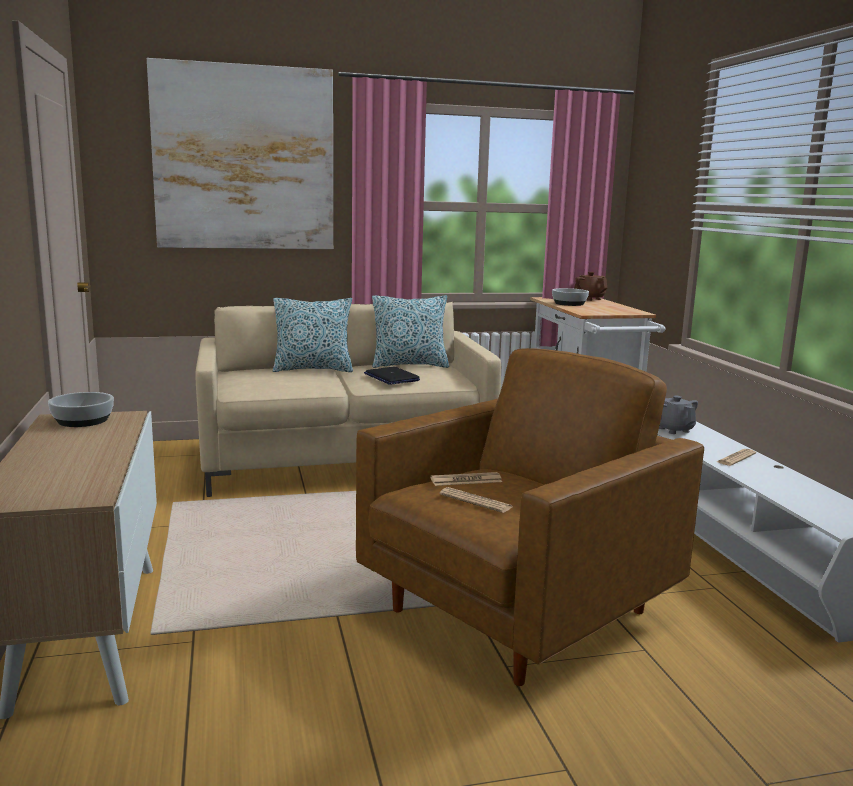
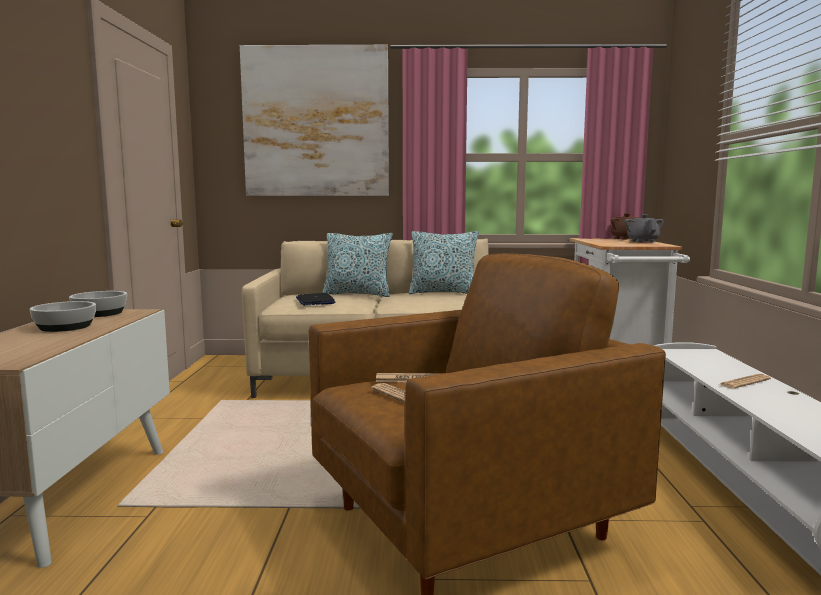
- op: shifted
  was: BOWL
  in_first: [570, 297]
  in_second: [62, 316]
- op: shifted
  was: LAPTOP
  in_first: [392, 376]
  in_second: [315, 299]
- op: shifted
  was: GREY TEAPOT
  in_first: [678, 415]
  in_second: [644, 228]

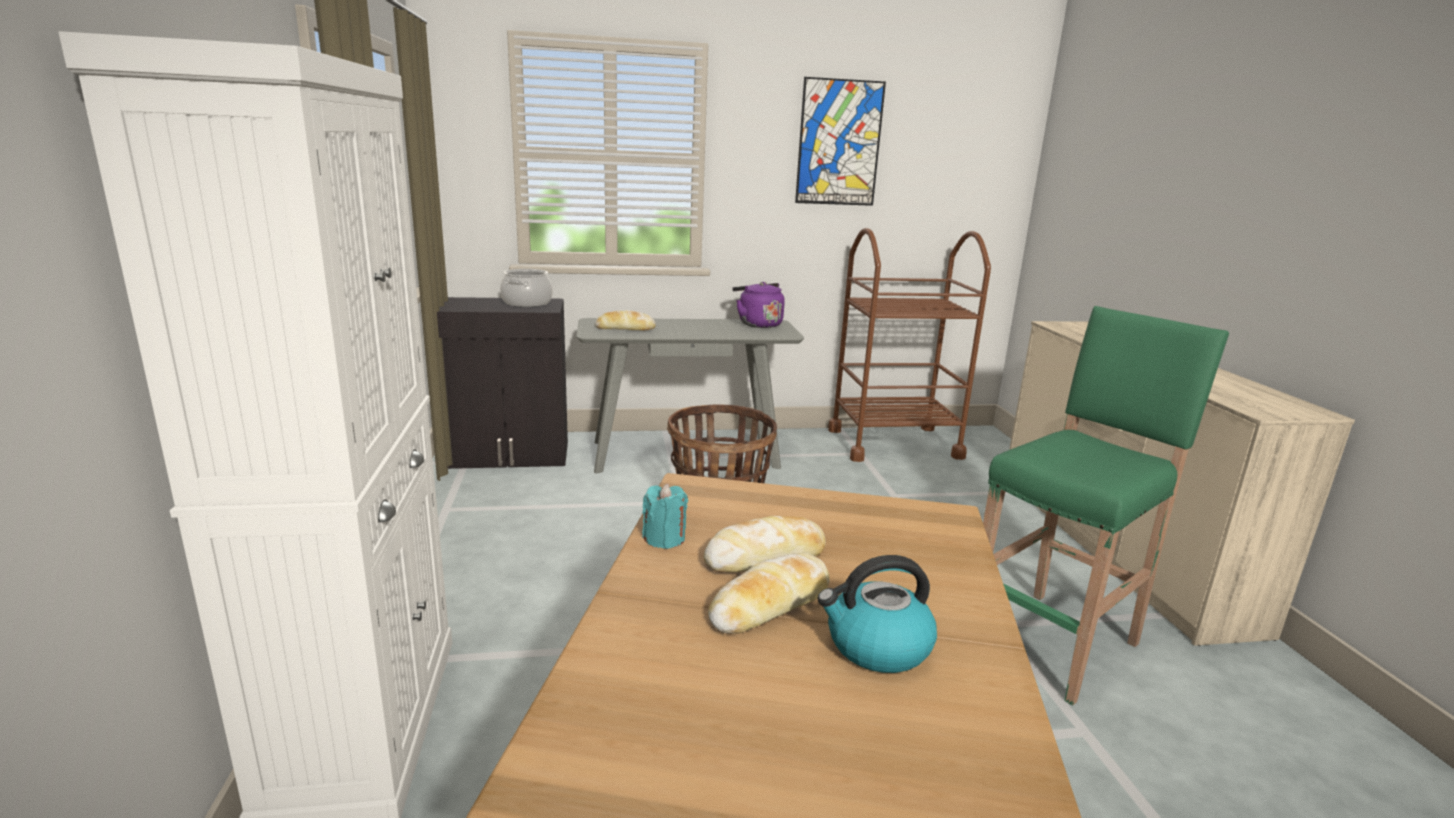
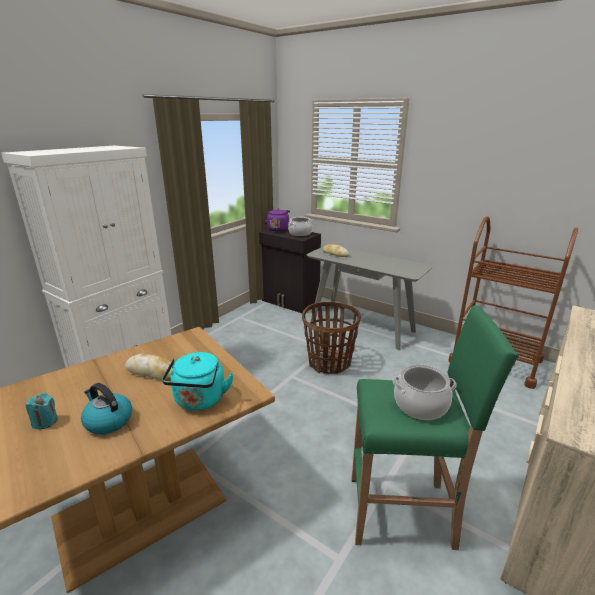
- op: shifted
  was: TURQUOISE CANDLE
  in_first: [665, 516]
  in_second: [41, 411]
- op: new
  now: TURQUOISE KETTLE
  in_second: [198, 381]
- op: shifted
  was: PURPLE KETTLE
  in_first: [758, 305]
  in_second: [277, 220]
- op: new
  now: COOKING POT
  in_second: [425, 392]
- op: gone
  was: BREAD
  in_first: [769, 593]
- op: gone
  was: PICTURE
  in_first: [840, 141]

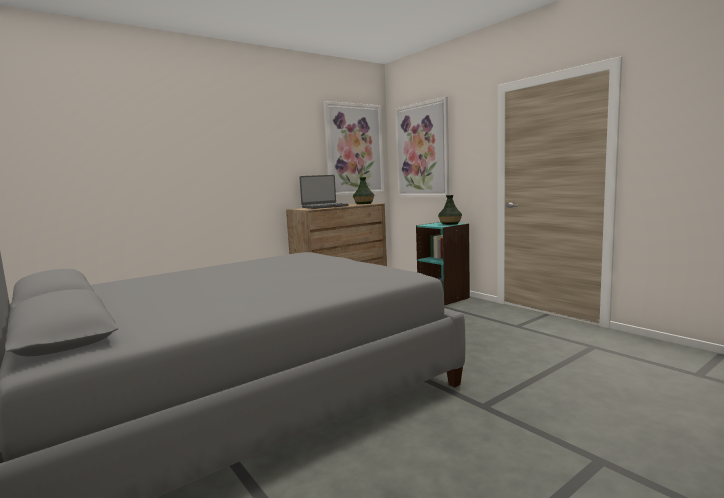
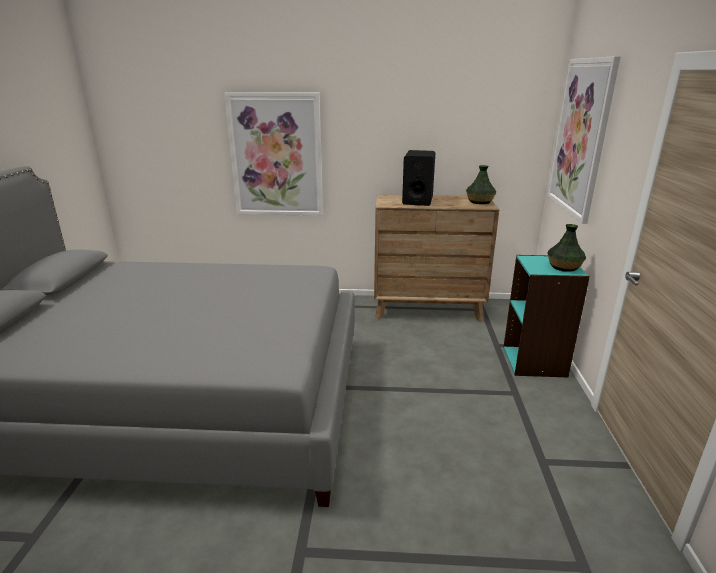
- op: shifted
  was: PICTURE
  in_first: [353, 148]
  in_second: [273, 154]
- op: swapped
  was: LAPTOP
  now: BLACK SPEAKER
  in_first: [324, 192]
  in_second: [418, 178]

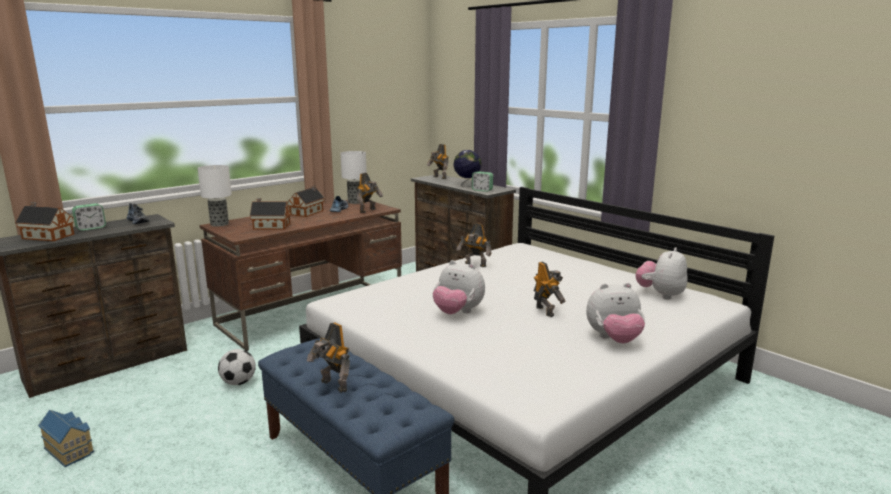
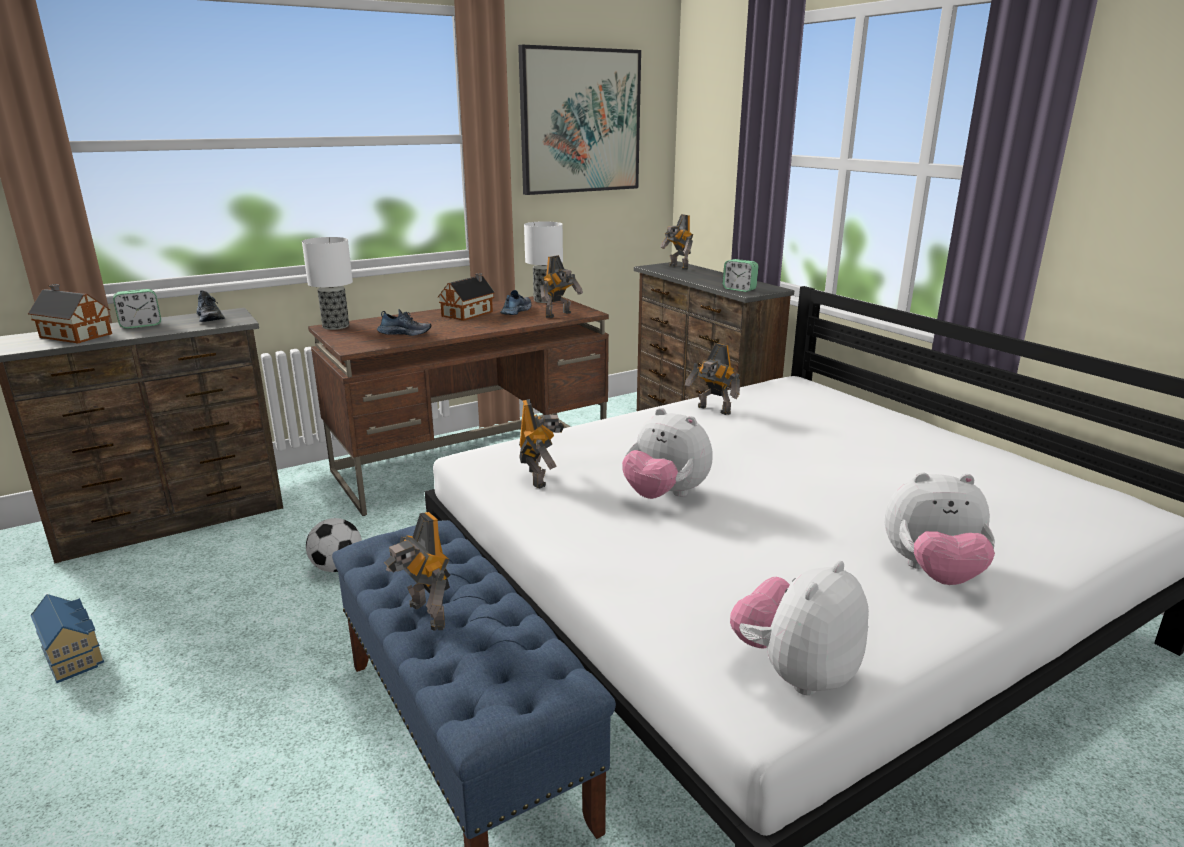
- op: swapped
  was: TOY HOUSE
  now: SHOE
  in_first: [270, 213]
  in_second: [404, 322]
- op: new
  now: PICTURE
  in_second: [579, 120]
- op: shifted
  was: TOY ROBOT
  in_first: [550, 289]
  in_second: [542, 443]
- op: shifted
  was: PLUSH TOY
  in_first: [661, 273]
  in_second: [799, 628]
- op: gone
  was: GLOBE
  in_first: [467, 168]

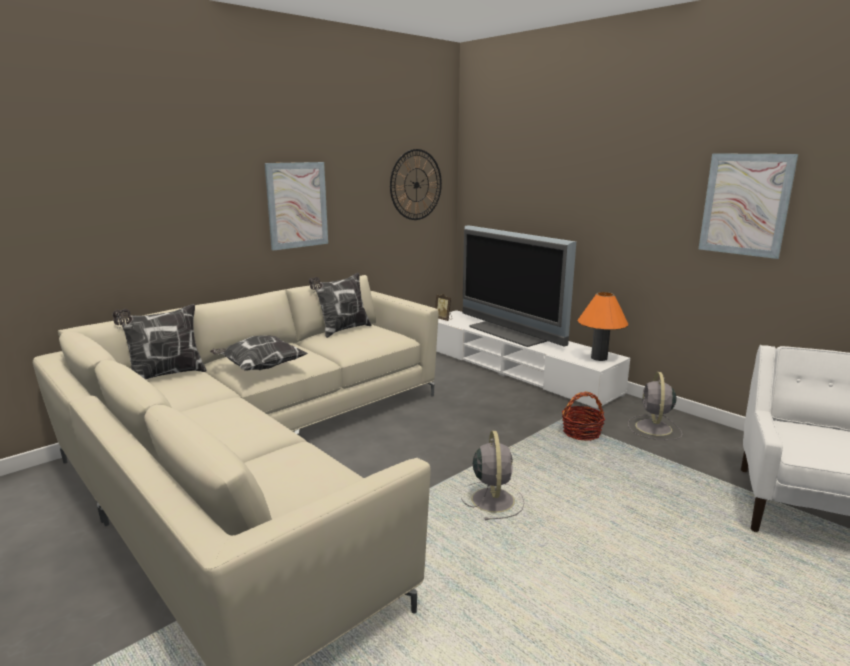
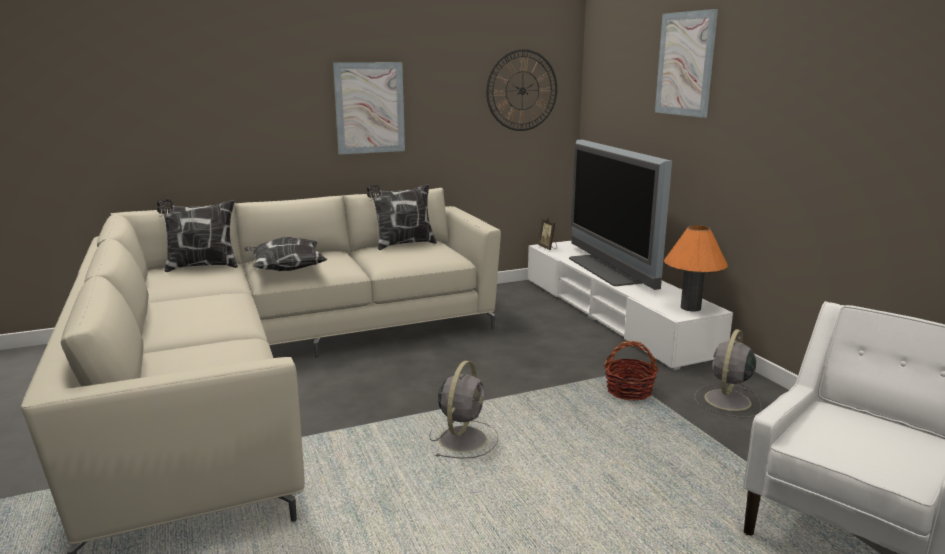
- op: shifted
  was: PICTURE
  in_first: [748, 206]
  in_second: [686, 63]

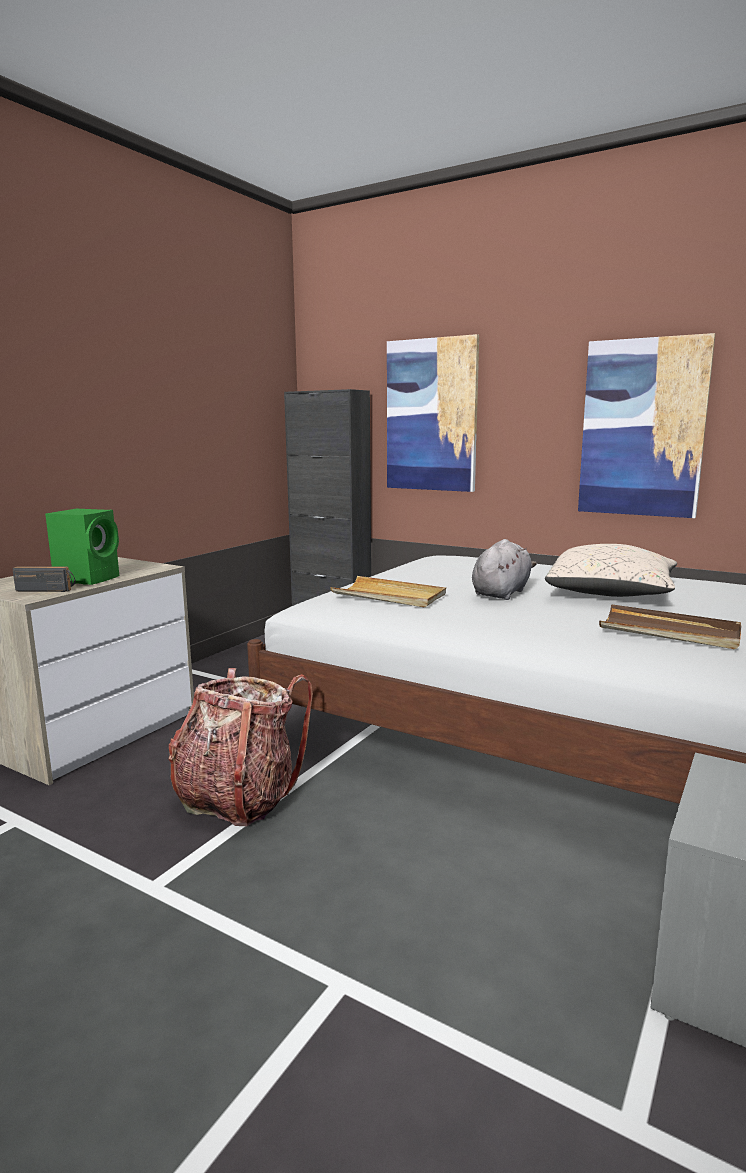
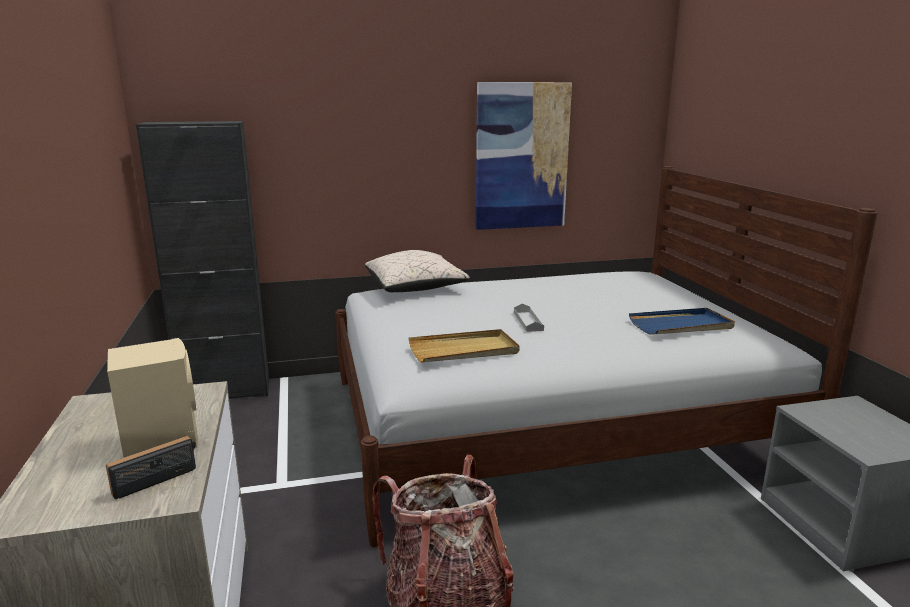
- op: repainted
  was: GREEN SPEAKER
  now: BEIGE SPEAKER
  in_first: [82, 547]
  in_second: [152, 397]
- op: shifted
  was: BEIGE PILLOW
  in_first: [611, 570]
  in_second: [417, 271]
- op: swapped
  was: GREY PLUSH TOY
  now: GREY TRAY
  in_first: [504, 569]
  in_second: [529, 318]
- op: repainted
  was: BROWN TRAY
  now: BLUE TRAY
  in_first: [670, 626]
  in_second: [682, 321]
- op: gone
  was: PICTURE
  in_first: [433, 413]

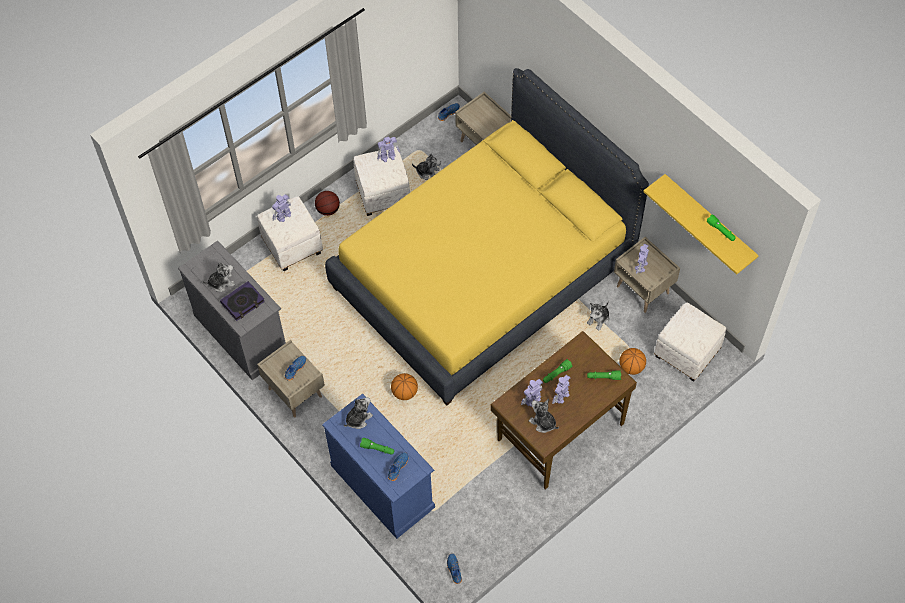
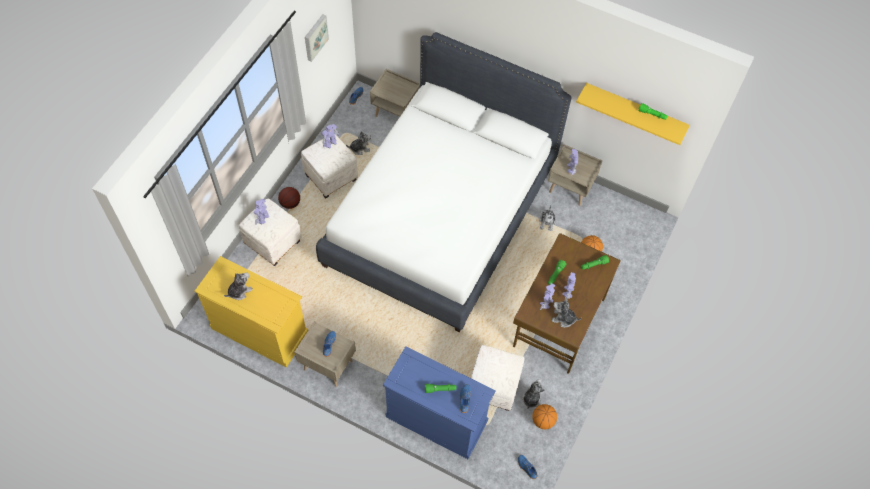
- op: repainted
  was: GREY DRESSER
  now: YELLOW DRESSER
  in_first: [232, 310]
  in_second: [251, 312]
- op: new
  now: PICTURE
  in_second: [317, 38]
- op: repainted
  was: YELLOW BED
  now: WHITE BED
  in_first: [487, 236]
  in_second: [444, 182]
- op: shifted
  was: WHITE OTTOMAN
  in_first: [690, 342]
  in_second: [498, 378]
- op: shifted
  was: PLUSH TOY
  in_first: [358, 413]
  in_second: [533, 394]
- op: shifted
  was: BASKETBALL
  in_first: [404, 386]
  in_second: [544, 416]
- op: gone
  was: BOOK
  in_first: [242, 301]

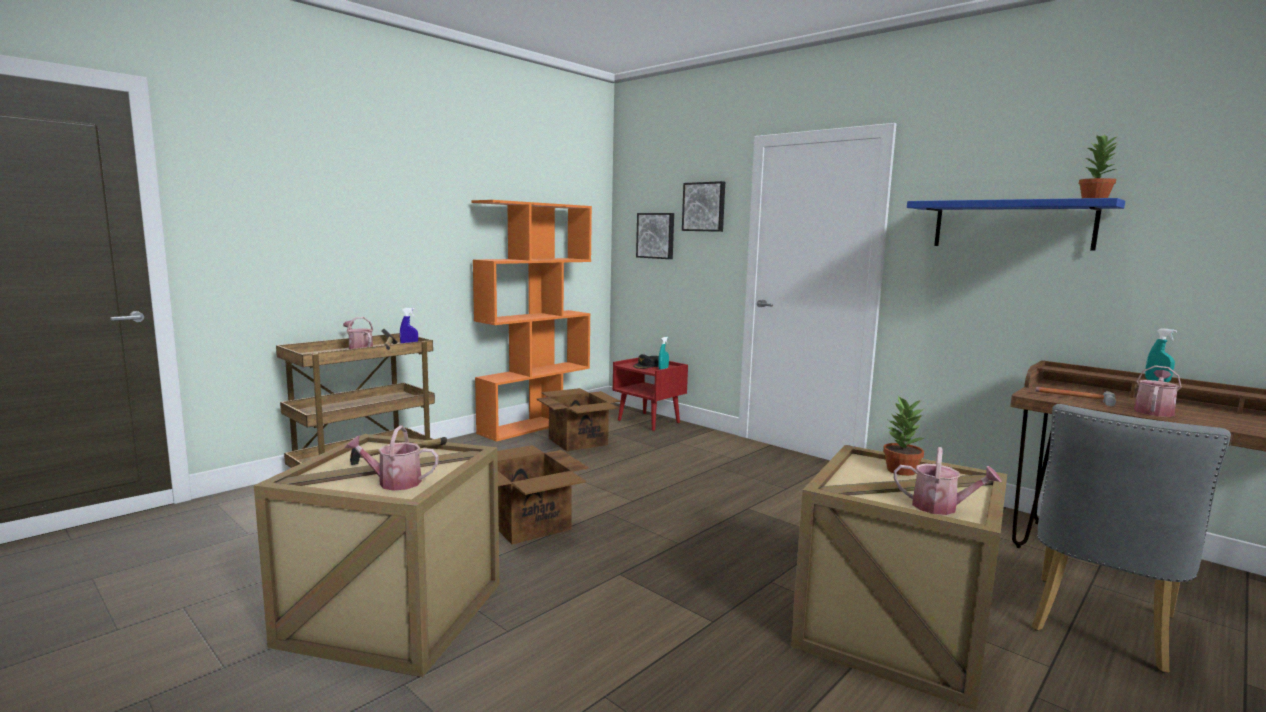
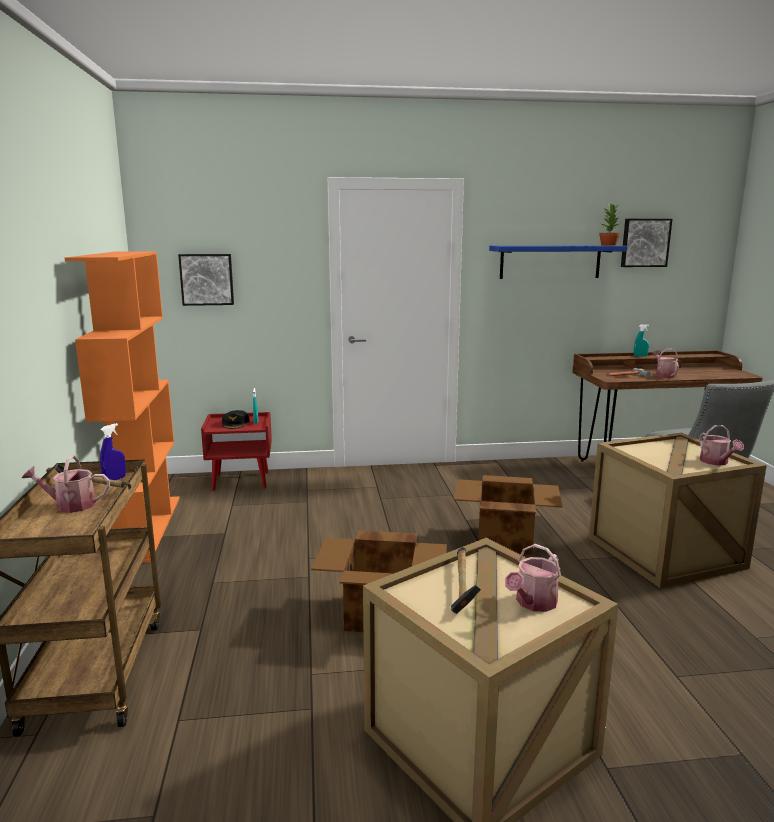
- op: shifted
  was: CARDBOARD BOX
  in_first: [578, 419]
  in_second: [508, 515]
- op: shifted
  was: PICTURE
  in_first: [703, 206]
  in_second: [646, 243]
- op: rotated
  was: WATERING CAN
  in_first: [948, 481]
  in_second: [721, 445]
  clockwise: 105
- op: gone
  was: POTTED PLANT
  in_first: [903, 436]

